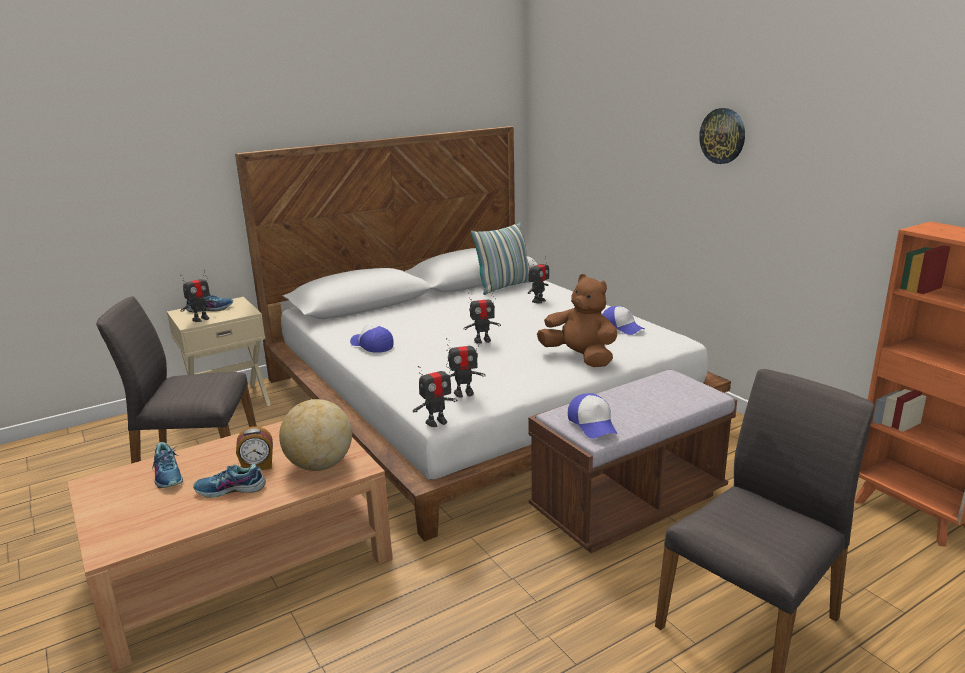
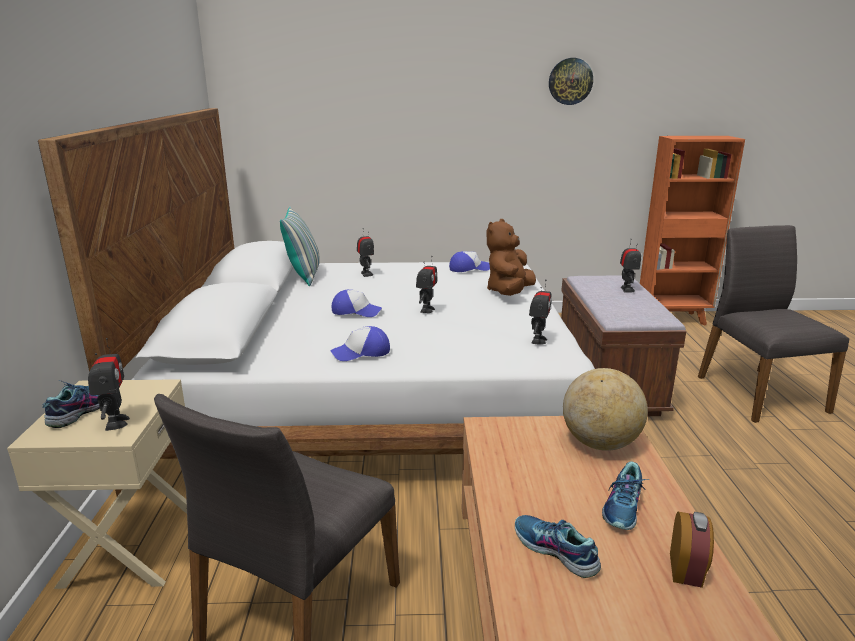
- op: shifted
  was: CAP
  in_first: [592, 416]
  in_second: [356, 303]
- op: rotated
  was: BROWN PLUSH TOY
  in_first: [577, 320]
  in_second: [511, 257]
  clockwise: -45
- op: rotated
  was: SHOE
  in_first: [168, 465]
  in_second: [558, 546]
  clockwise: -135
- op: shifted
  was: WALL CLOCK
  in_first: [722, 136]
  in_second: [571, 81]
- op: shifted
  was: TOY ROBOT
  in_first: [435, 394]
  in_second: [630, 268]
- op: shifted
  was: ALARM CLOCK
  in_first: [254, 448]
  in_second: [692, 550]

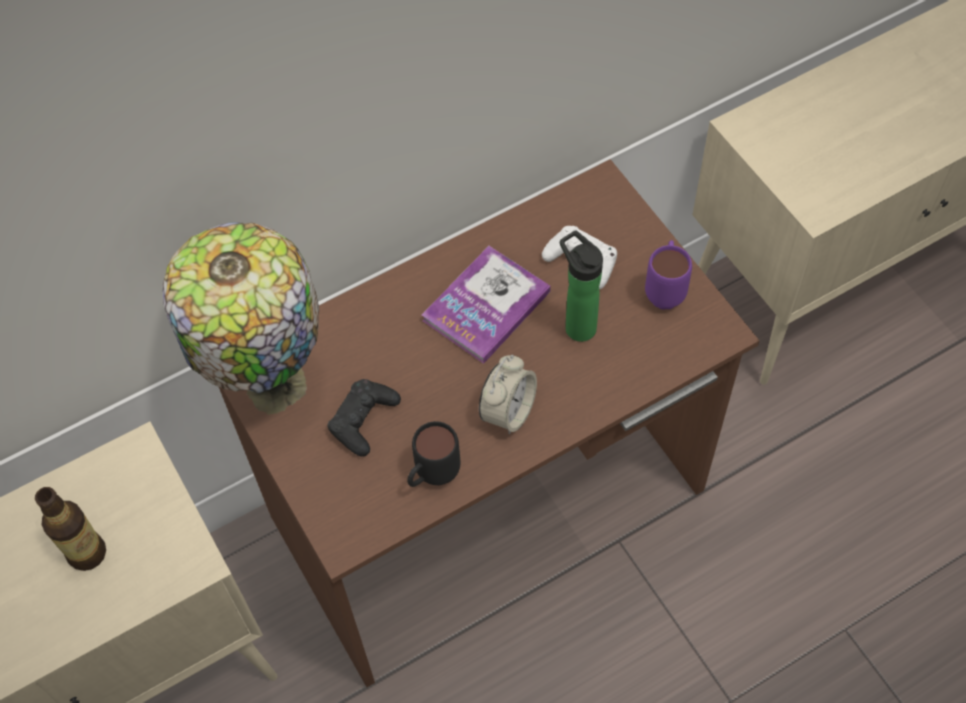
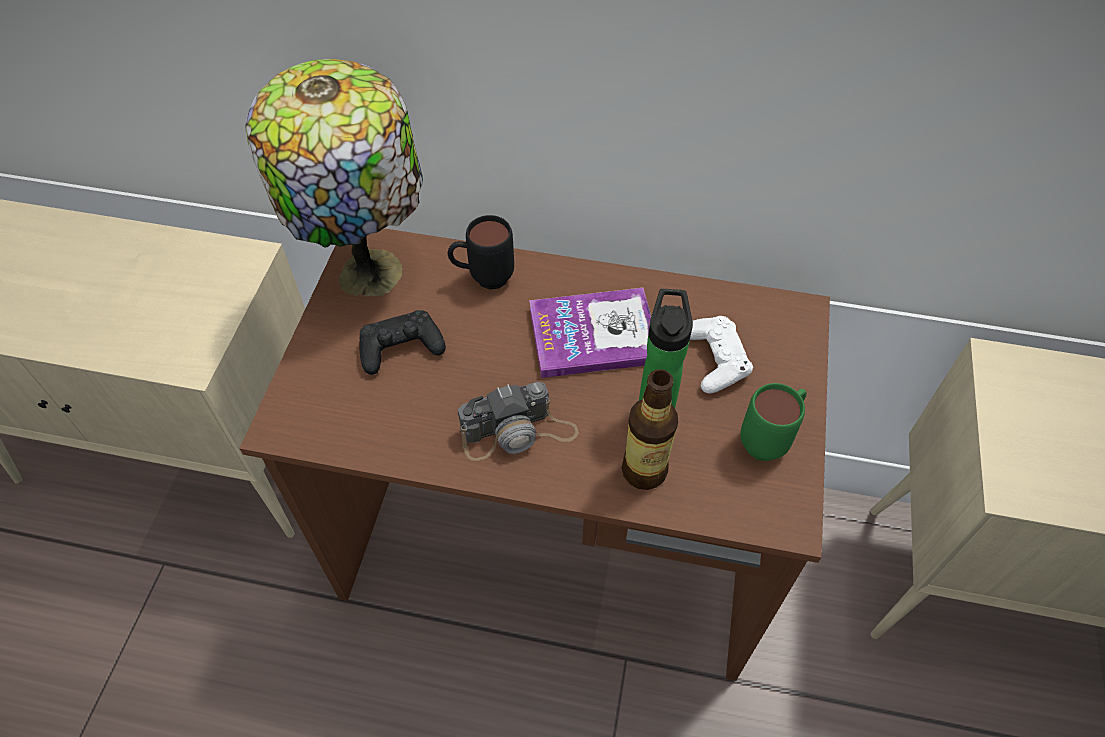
- op: shifted
  was: BLACK MUG
  in_first: [434, 454]
  in_second: [481, 252]
- op: swapped
  was: ALARM CLOCK
  now: PHOTO CAMERA
  in_first: [508, 395]
  in_second: [518, 421]
- op: shifted
  was: BOTTLE
  in_first: [70, 529]
  in_second: [650, 429]
- op: repainted
  was: PURPLE MUG
  now: GREEN MUG
  in_first: [668, 274]
  in_second: [773, 422]

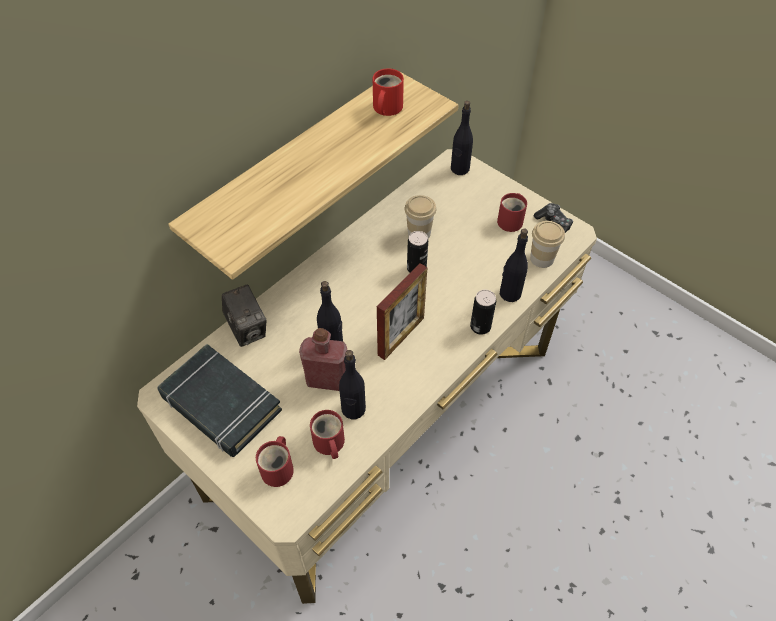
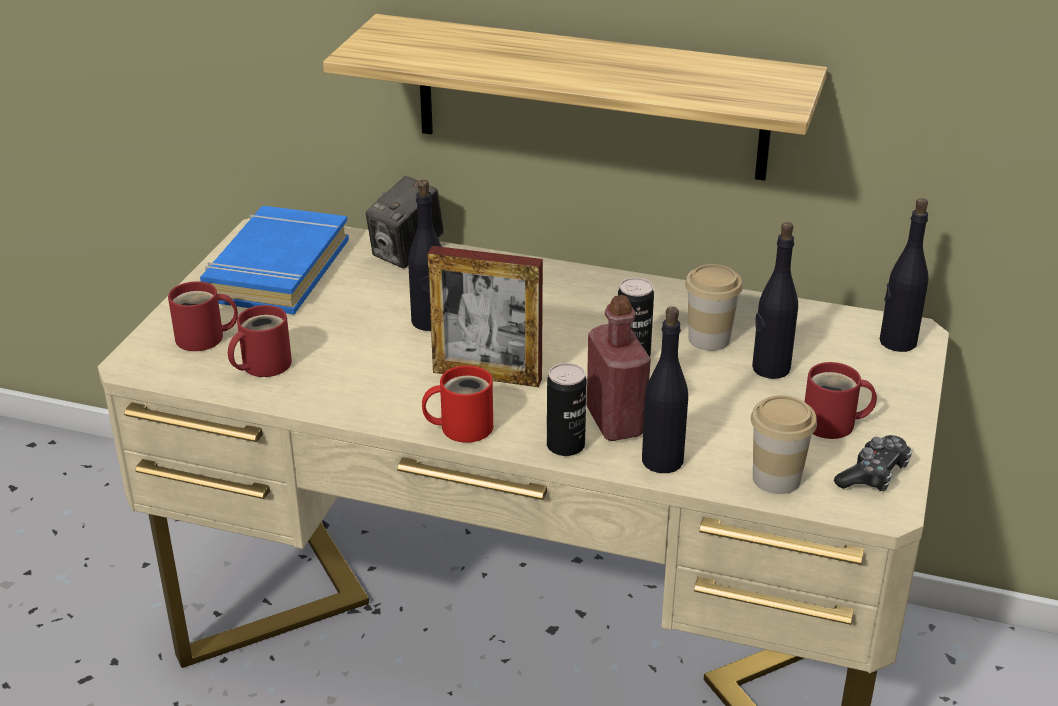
- op: repainted
  was: BLACK BOOK
  now: BLUE BOOK
  in_first: [220, 400]
  in_second: [274, 260]
- op: shifted
  was: RED MUG
  in_first: [388, 92]
  in_second: [457, 404]
- op: shifted
  was: RED BOTTLE
  in_first: [323, 359]
  in_second: [619, 368]
- op: shifted
  was: BLACK BOTTLE
  in_first: [352, 385]
  in_second: [775, 300]

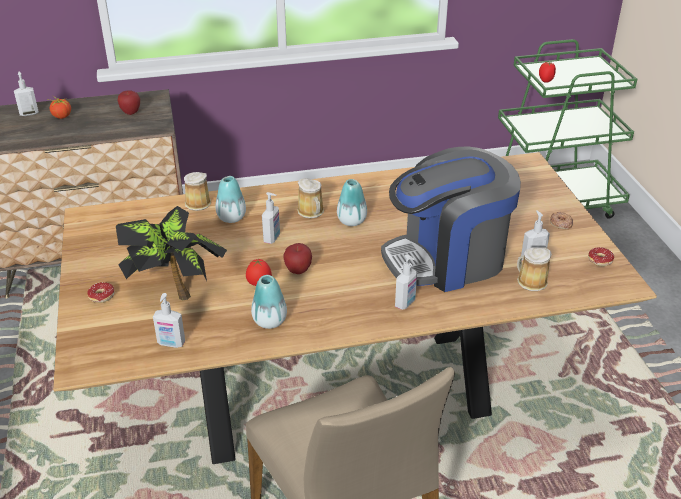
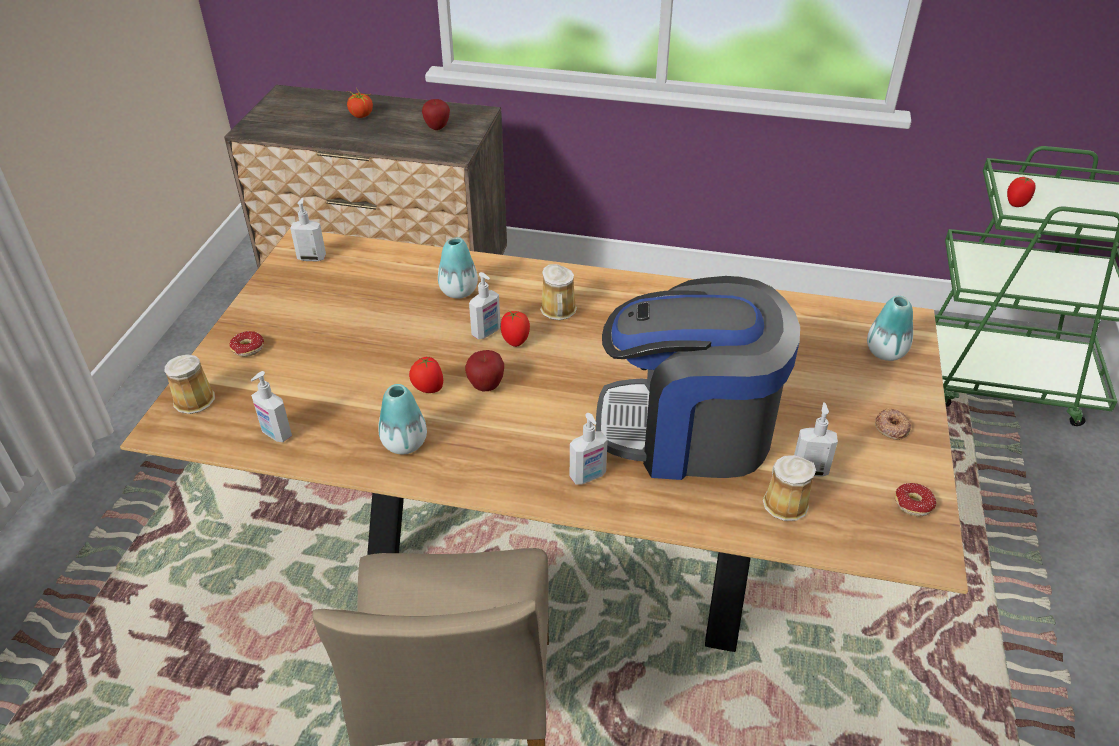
- op: shifted
  was: MUG
  in_first: [197, 191]
  in_second: [190, 384]
- op: shifted
  was: SOAP DISPENSER
  in_first: [26, 93]
  in_second: [308, 229]
- op: new
  now: TOMATO
  in_second: [515, 329]
- op: shifted
  was: VASE
  in_first: [352, 202]
  in_second: [890, 328]
- op: gone
  was: POTTED PLANT
  in_first: [171, 253]

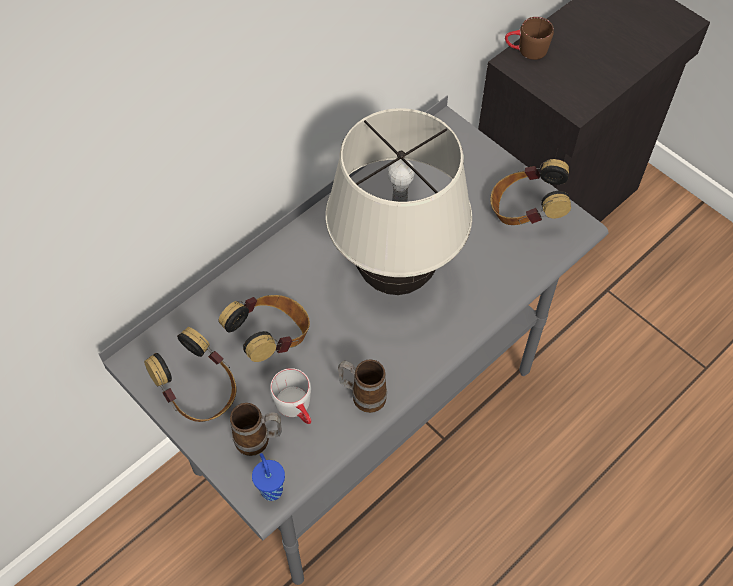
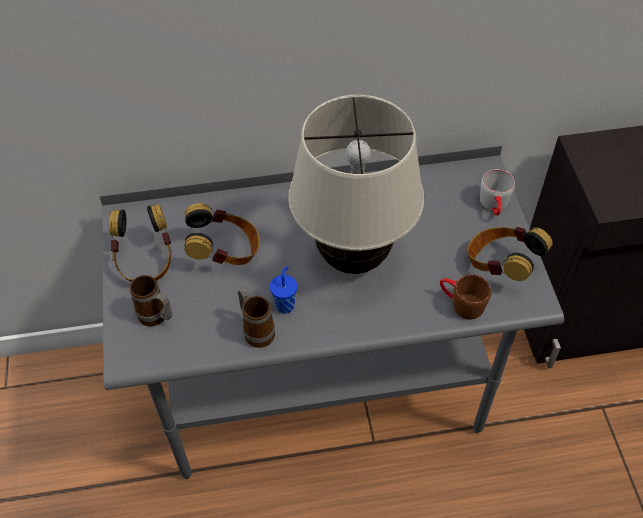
- op: shifted
  was: BLUE CUP
  in_first: [268, 477]
  in_second: [284, 290]
- op: shifted
  was: BROWN MUG
  in_first: [529, 38]
  in_second: [465, 297]
- op: shifted
  was: GREY MUG
  in_first: [290, 396]
  in_second: [497, 192]

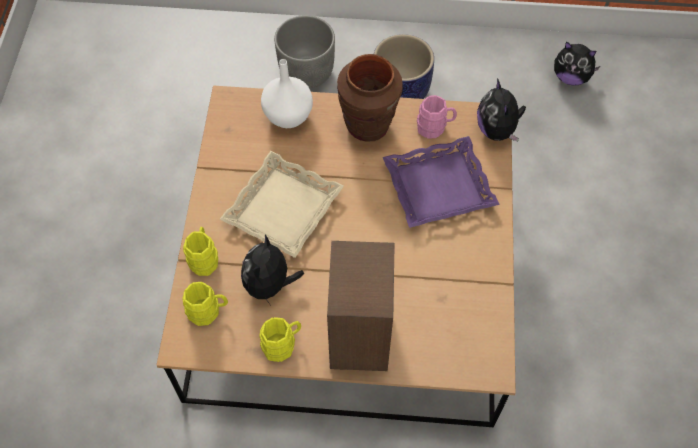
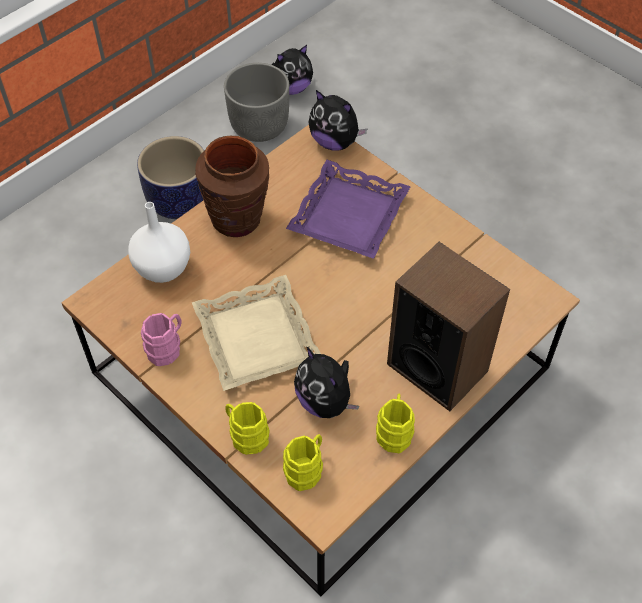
- op: shifted
  was: PINK MUG
  in_first: [437, 116]
  in_second: [161, 339]
- op: shifted
  was: GREY PLANTER
  in_first: [304, 52]
  in_second: [256, 102]

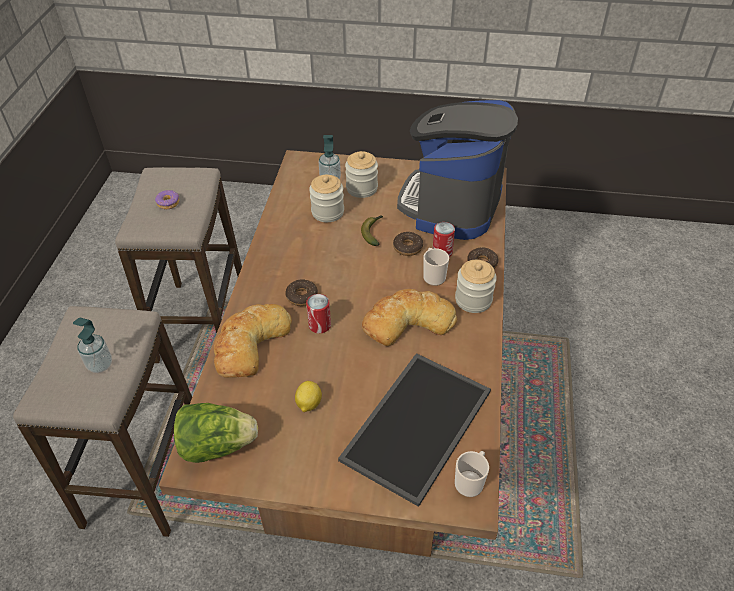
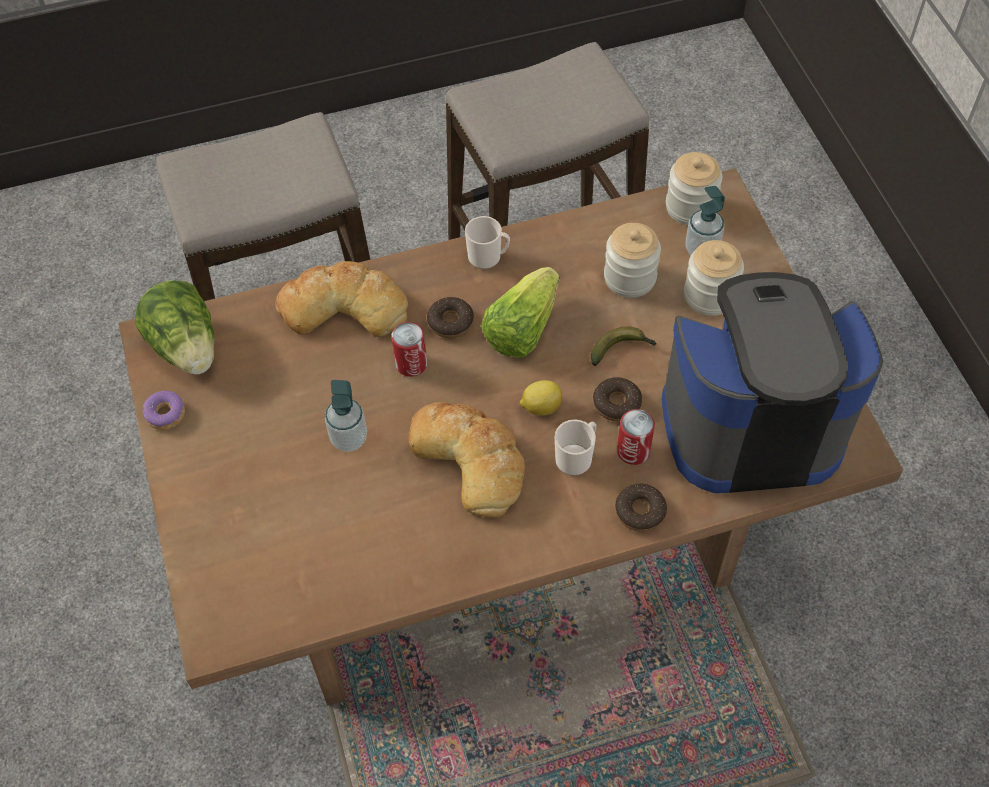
- op: shifted
  was: DONUT
  in_first: [167, 200]
  in_second: [163, 410]
- op: shifted
  was: SOAP DISPENSER
  in_first: [92, 345]
  in_second: [346, 416]
- op: shifted
  was: MUG
  in_first: [472, 474]
  in_second: [487, 242]
- op: new
  now: LETTUCE
  in_second: [520, 312]
- op: shifted
  was: LEMON
  in_first: [308, 396]
  in_second: [541, 398]
- op: shifted
  was: JAR
  in_first: [476, 286]
  in_second: [694, 188]
- op: gone
  was: TRAY
  in_first: [414, 430]

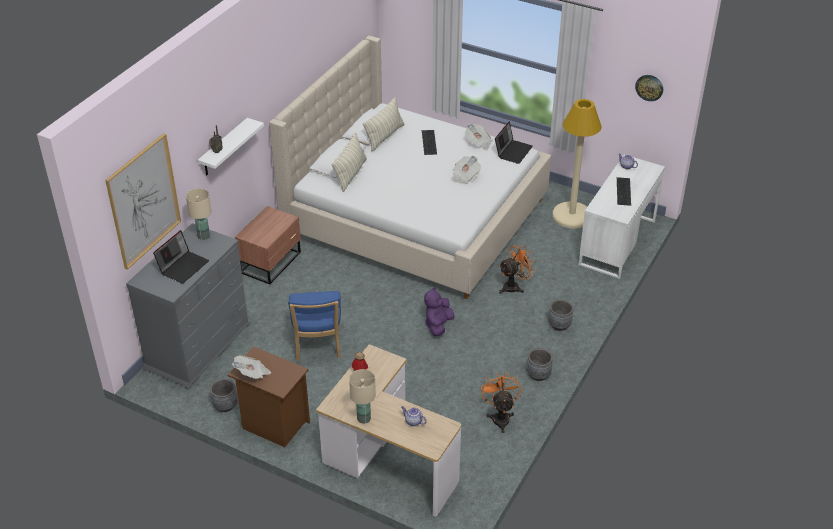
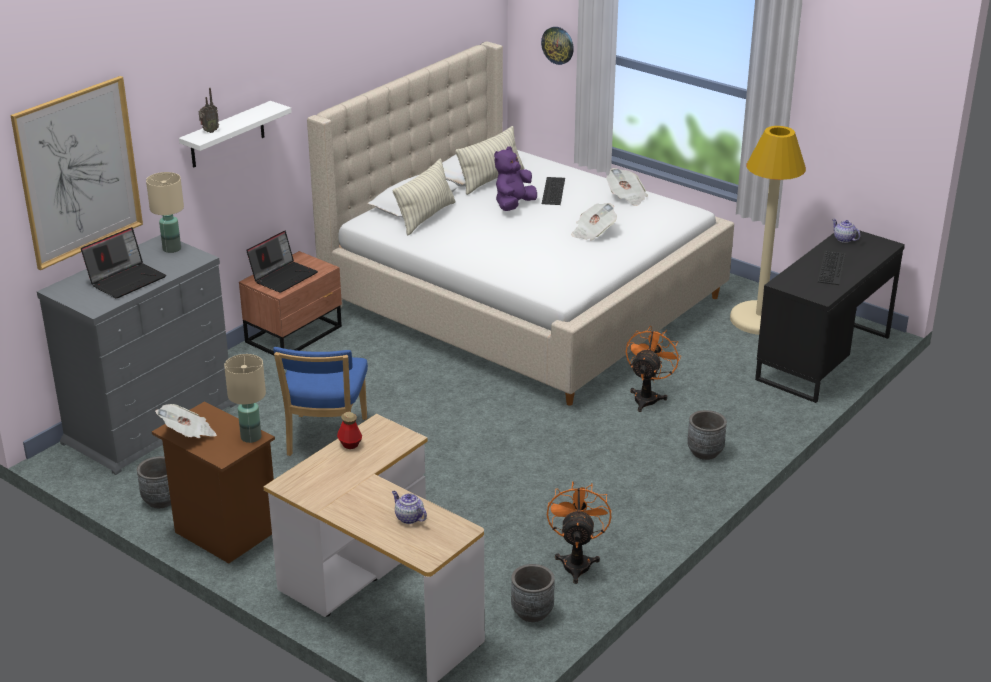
- op: shifted
  was: BEIGE TABLE LAMP
  in_first: [362, 396]
  in_second: [245, 398]
- op: shifted
  was: LAPTOP
  in_first: [514, 142]
  in_second: [282, 262]
- op: shifted
  was: PURPLE PLUSH TOY
  in_first: [439, 311]
  in_second: [515, 178]
- op: shifted
  was: GREY PLANTER
  in_first: [540, 364]
  in_second: [533, 593]
- op: shifted
  was: WALL CLOCK
  in_first: [649, 88]
  in_second: [557, 46]
- op: rotated
  was: ORANGE FAN
  in_first: [517, 269]
  in_second: [653, 369]
  clockwise: -45
- op: repainted
  was: WHITE DESK
  now: BLACK DESK
  in_first: [622, 217]
  in_second: [830, 316]

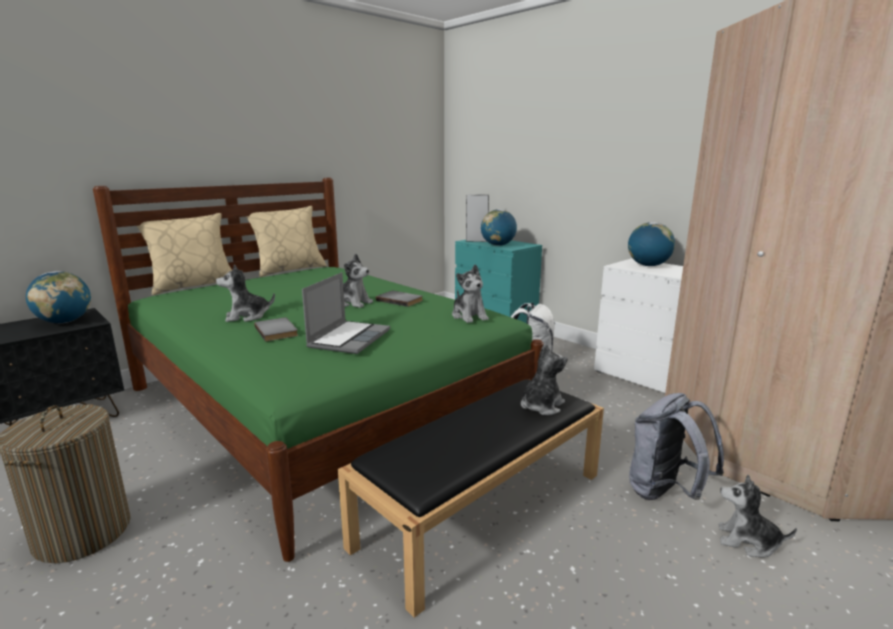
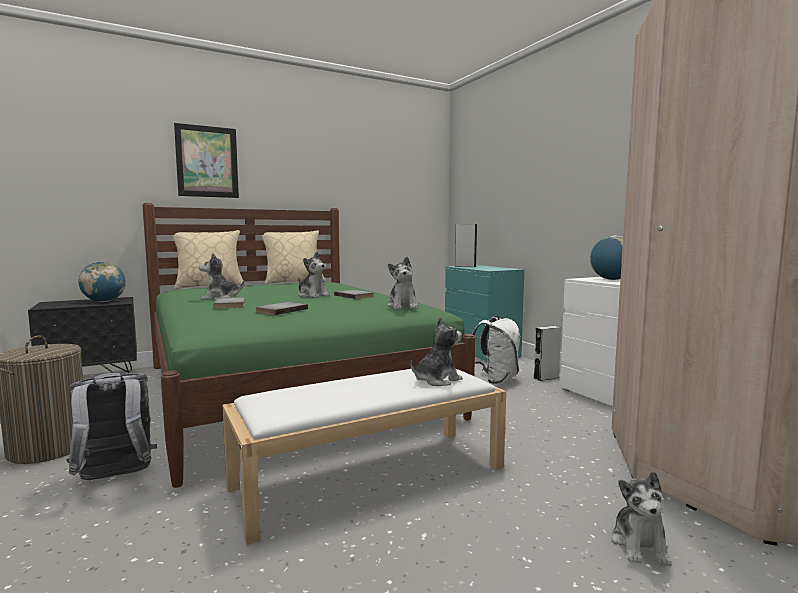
- op: shifted
  was: GREY BACKPACK
  in_first: [676, 446]
  in_second: [111, 426]
- op: new
  now: PICTURE
  in_second: [206, 160]
- op: repainted
  was: BLACK BENCH
  now: WHITE BENCH
  in_first: [471, 498]
  in_second: [364, 456]
- op: swapped
  was: LAPTOP
  now: GREY BOOK
  in_first: [346, 313]
  in_second: [281, 308]
- op: new
  now: GREY SPEAKER
  in_second: [547, 353]
- op: rotated
  was: PLUSH TOY
  in_first: [758, 516]
  in_second: [641, 518]
  clockwise: -120
- op: gone
  was: GLOBE
  in_first: [499, 227]

